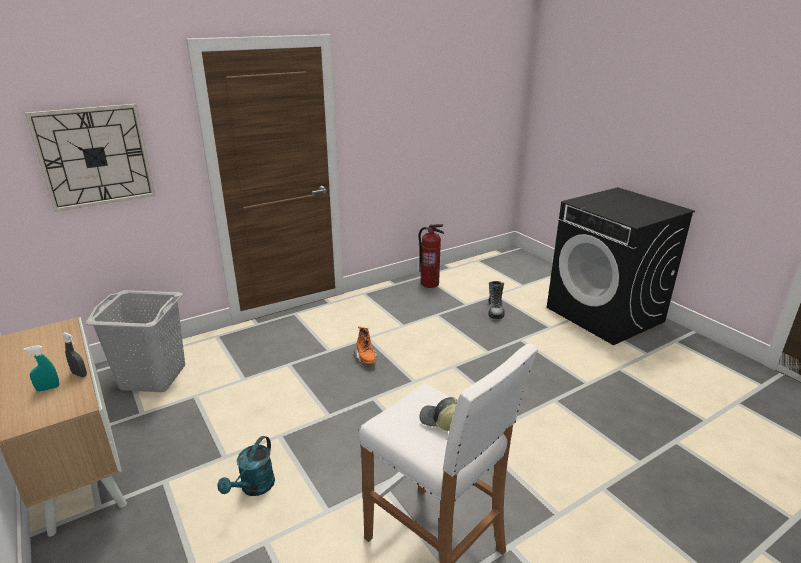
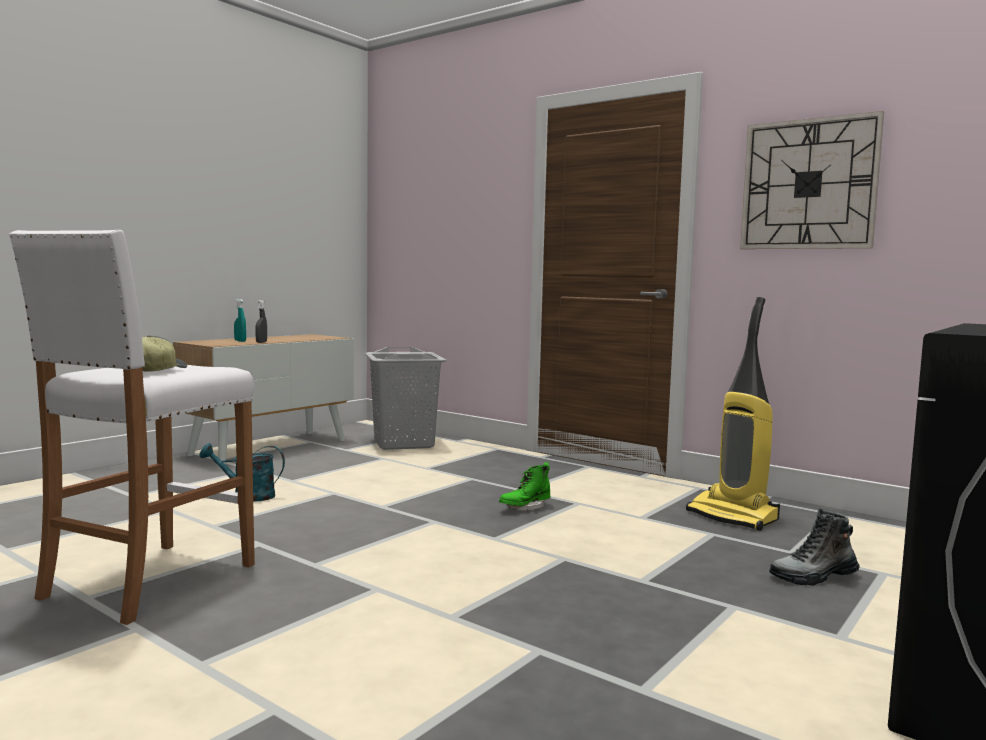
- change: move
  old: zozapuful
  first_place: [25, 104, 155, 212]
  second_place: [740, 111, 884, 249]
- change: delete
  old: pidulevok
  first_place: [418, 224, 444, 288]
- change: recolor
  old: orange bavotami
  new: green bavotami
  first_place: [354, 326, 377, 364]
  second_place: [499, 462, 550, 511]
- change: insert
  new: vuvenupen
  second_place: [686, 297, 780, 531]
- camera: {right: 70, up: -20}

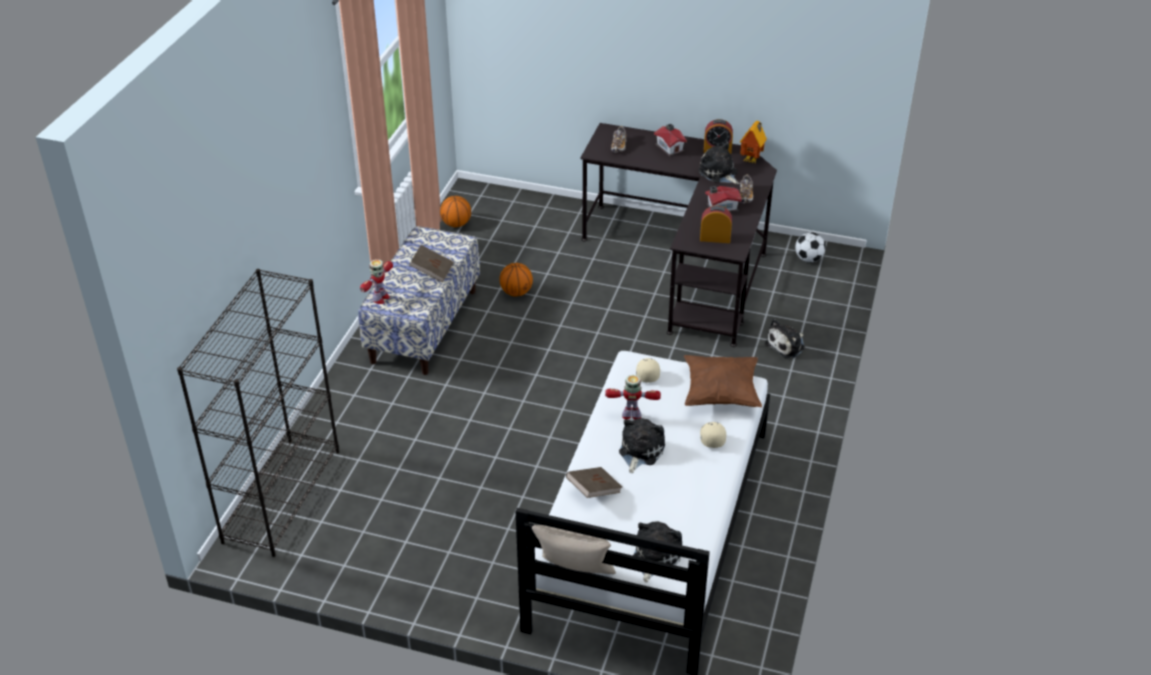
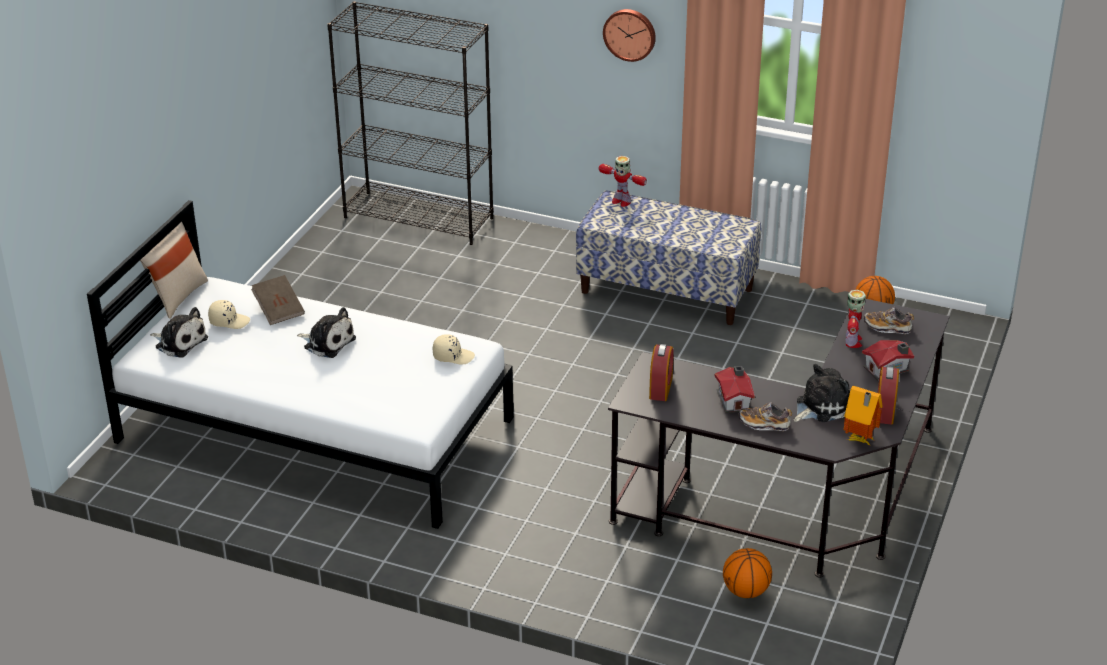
- change: delete
  old: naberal
  first_place: [795, 232, 826, 262]
- change: delete
  old: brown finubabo
  first_place: [410, 245, 454, 283]
- change: move
  old: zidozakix
  first_place: [500, 263, 533, 297]
  second_place: [723, 548, 772, 598]
- change: delete
  old: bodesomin
  first_place: [765, 319, 805, 358]
- change: delete
  old: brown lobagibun
  first_place: [684, 355, 762, 407]
- change: move
  old: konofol
  first_place: [605, 375, 661, 419]
  second_place: [845, 290, 866, 348]
- change: move
  old: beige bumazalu
  first_place: [700, 422, 726, 448]
  second_place: [208, 300, 250, 329]
- change: insert
  new: zozapuful
  second_place: [603, 9, 656, 62]
- camera: {right: 95, up: -5}

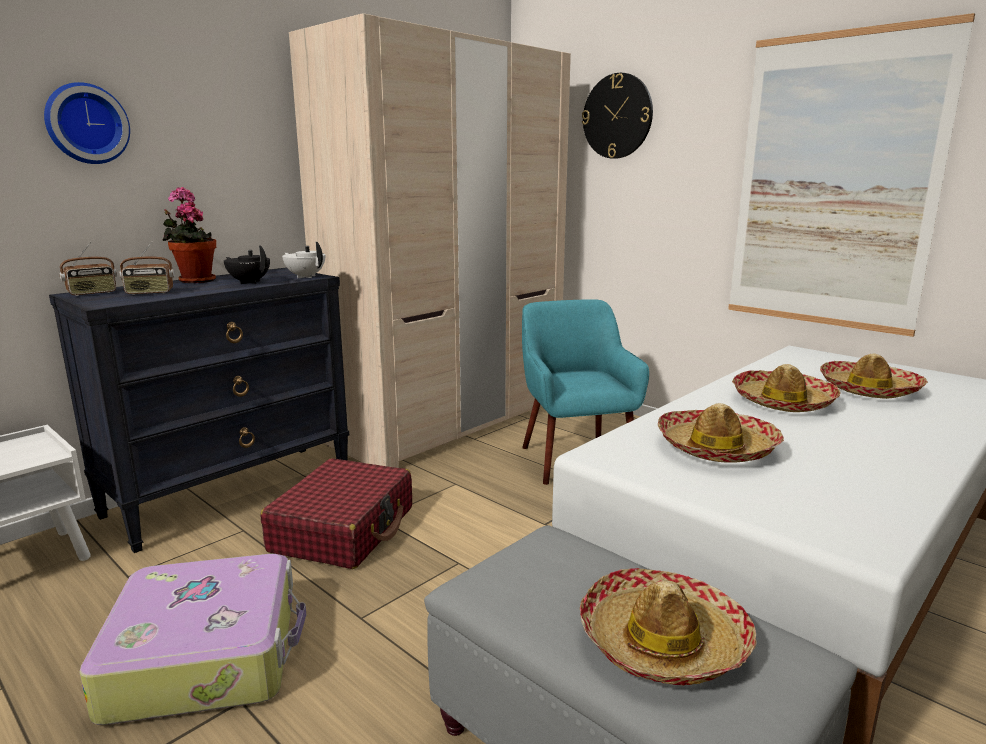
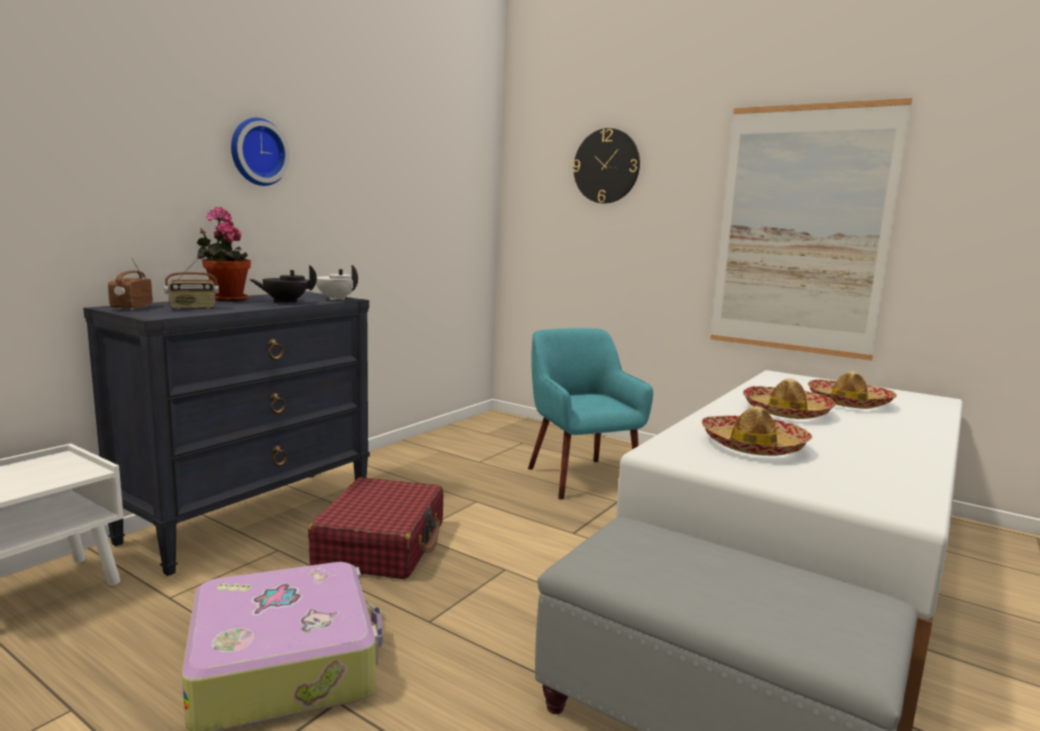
- change: delete
  old: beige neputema
  first_place: [289, 13, 571, 468]
- change: move
  old: zozapuful
  first_place: [44, 82, 130, 164]
  second_place: [231, 118, 290, 186]
- change: rotate
  old: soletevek
  first_place: [60, 242, 117, 296]
  second_place: [108, 257, 153, 310]
  degrees: 135
- change: rotate
  old: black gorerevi
  first_place: [224, 245, 270, 284]
  second_place: [249, 265, 317, 304]
  degrees: -45
- change: delete
  old: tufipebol
  first_place: [580, 568, 757, 686]
- camera: {right: -10, up: -5}

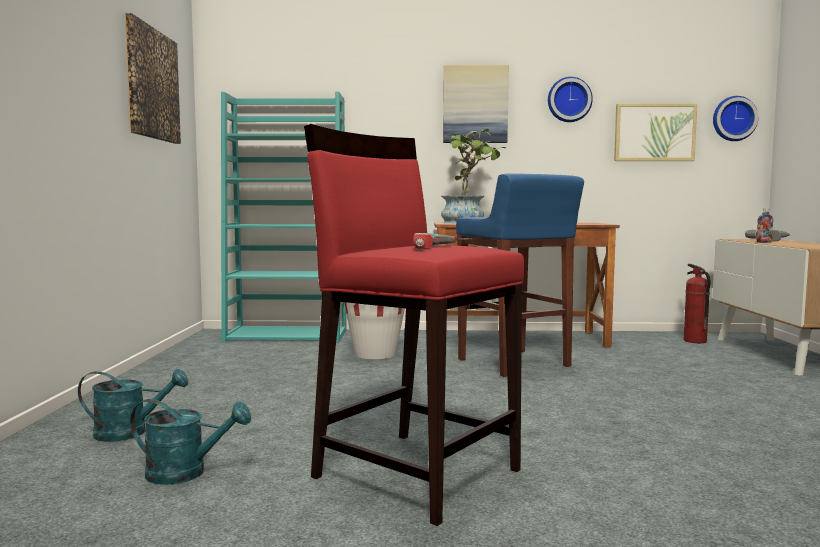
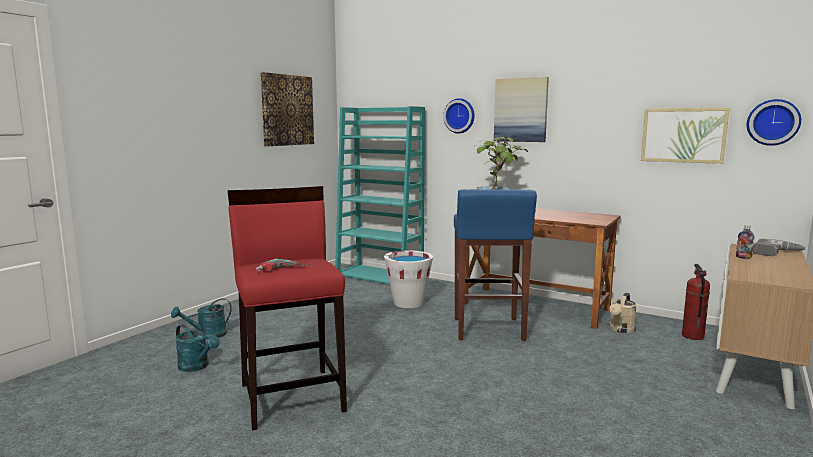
- change: move
  old: zozapuful
  first_place: [548, 77, 593, 122]
  second_place: [443, 98, 475, 134]
- change: rotate
  old: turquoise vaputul
  first_place: [78, 369, 188, 442]
  second_place: [171, 298, 232, 339]
  degrees: 120
- change: insert
  new: beige vaputul
  second_place: [609, 293, 637, 333]
- camera: {right: 30, up: 5}

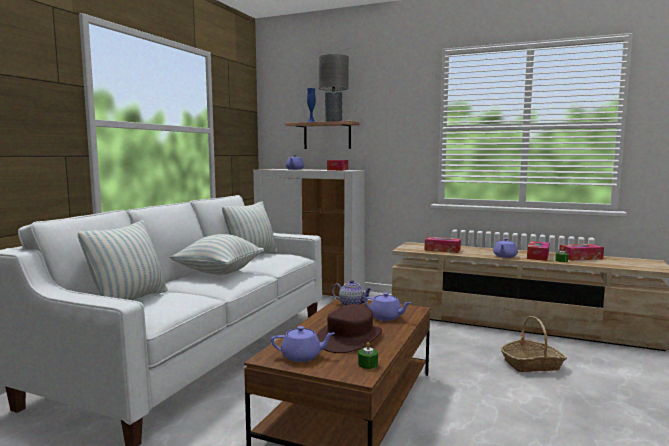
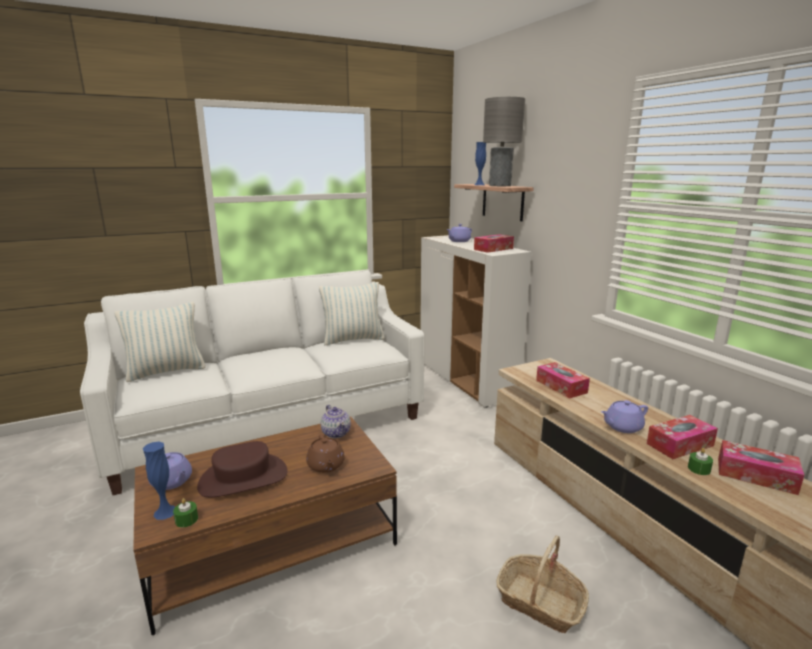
- change: delete
  old: lobagibun
  first_place: [170, 234, 264, 275]
- change: recolor
  old: purple gorerevi
  new: brown gorerevi
  first_place: [364, 293, 411, 321]
  second_place: [306, 434, 345, 473]
- change: insert
  new: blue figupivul
  second_place: [143, 442, 175, 520]
- camera: {right: 40, up: 10}

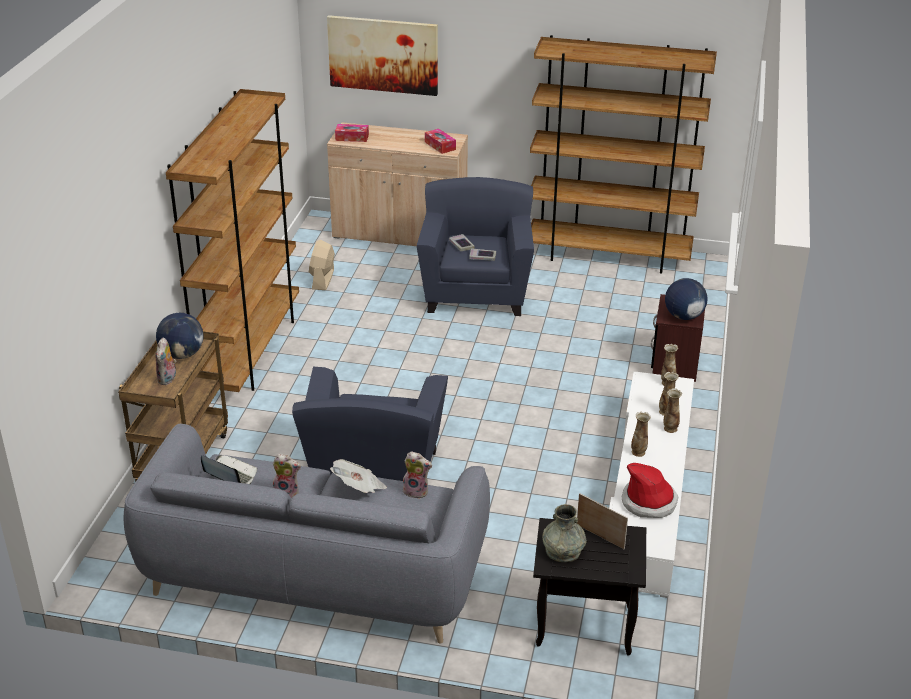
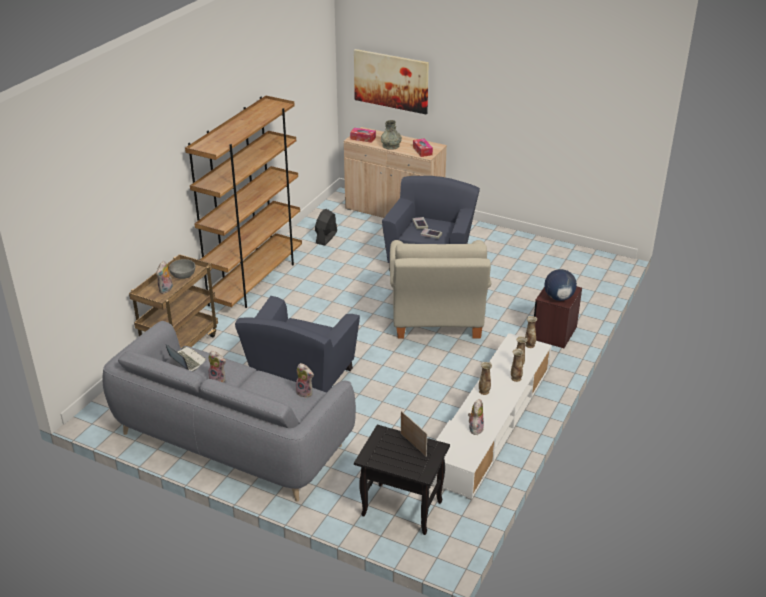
- change: delete
  old: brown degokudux
  first_place: [530, 35, 717, 274]
- change: recolor
  old: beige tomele
  new: black tomele
  first_place: [309, 240, 335, 290]
  second_place: [315, 209, 337, 245]
- change: replace
  old: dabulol
  new: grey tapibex
  first_place: [156, 313, 204, 359]
  second_place: [169, 259, 195, 279]
- change: delete
  old: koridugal
  first_place: [330, 459, 387, 493]
- change: replace
  old: tufipebol
  new: bodesomin
  first_place: [622, 463, 678, 518]
  second_place: [468, 399, 484, 435]
- change: move
  old: grey figupivul
  first_place: [542, 504, 587, 562]
  second_place: [381, 120, 402, 150]
- change: insert
  new: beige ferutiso
  second_place: [390, 240, 491, 338]
- camera: {right: 15, up: 0}

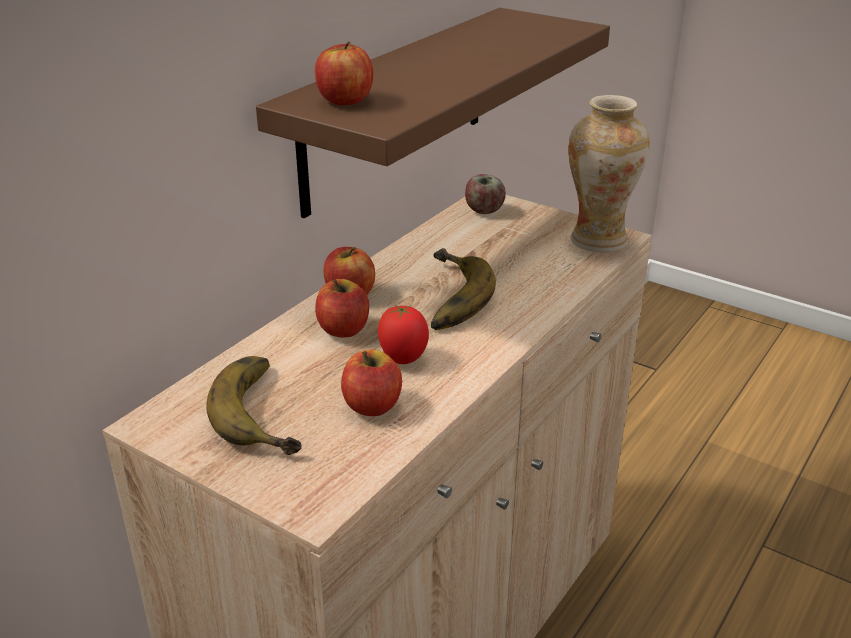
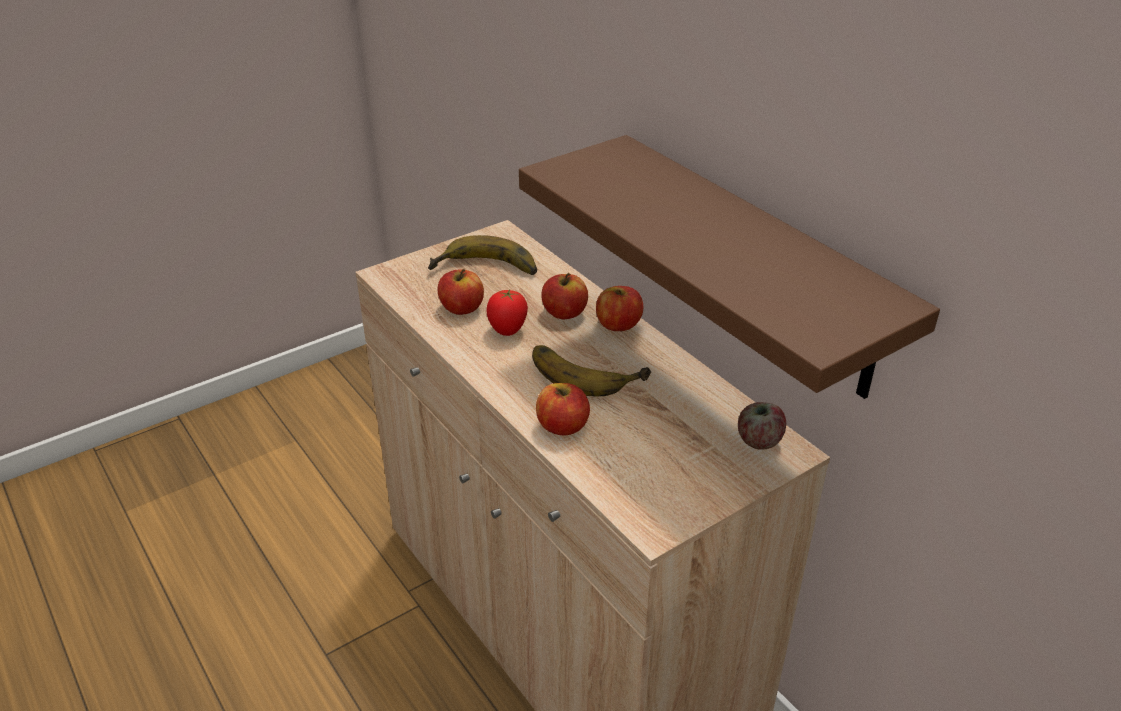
- change: move
  old: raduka
  first_place: [315, 42, 373, 105]
  second_place: [536, 383, 590, 435]
- change: delete
  old: figupivul
  first_place: [568, 95, 650, 252]
- camera: {right: 110, up: 5}

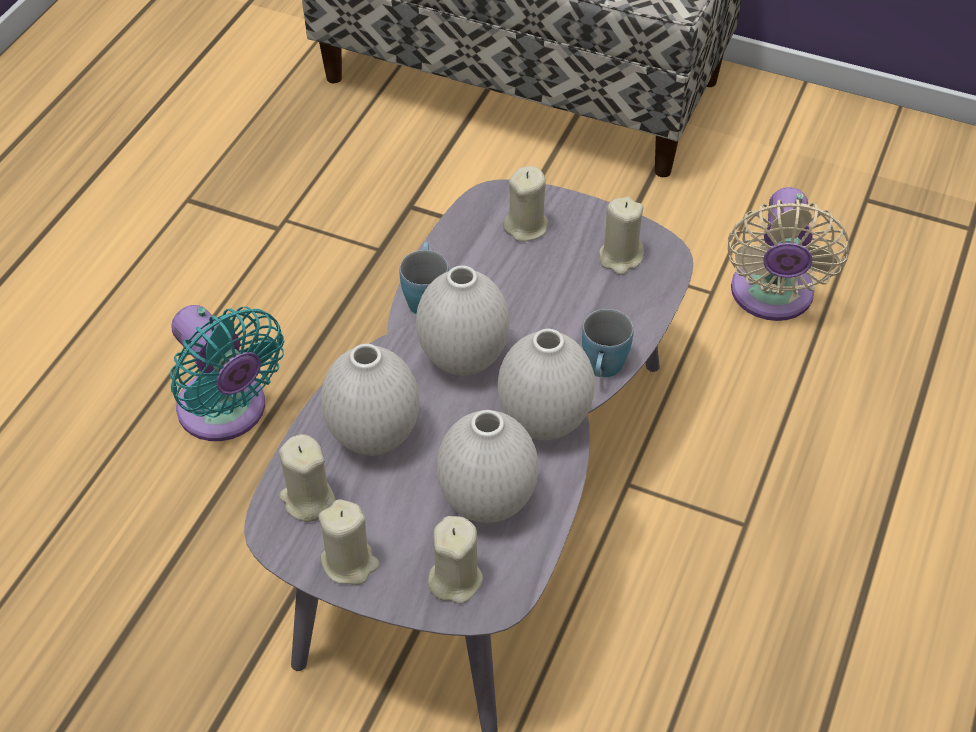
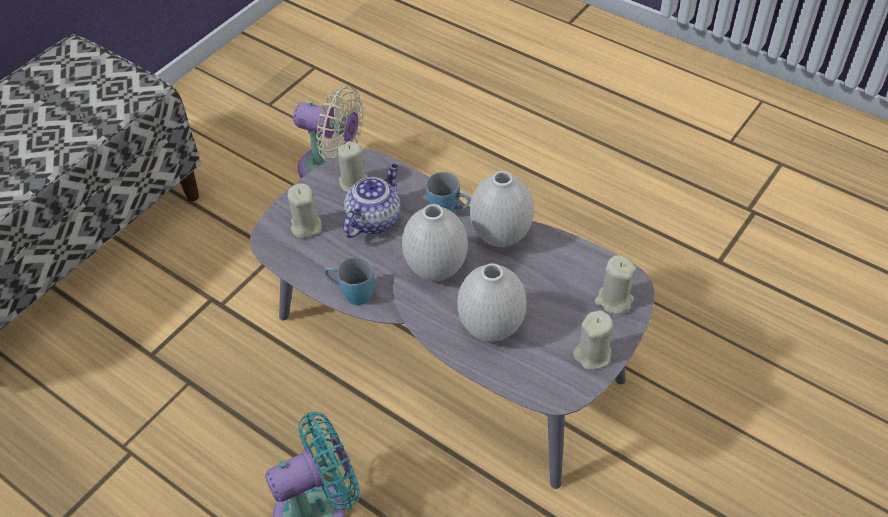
- change: delete
  old: white figupivul
  first_place: [437, 410, 538, 523]
- change: delete
  old: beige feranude
  first_place: [279, 434, 336, 522]
- change: insert
  new: gorerevi
  second_place: [343, 164, 401, 238]
- camera: {right: -75, up: 0}

